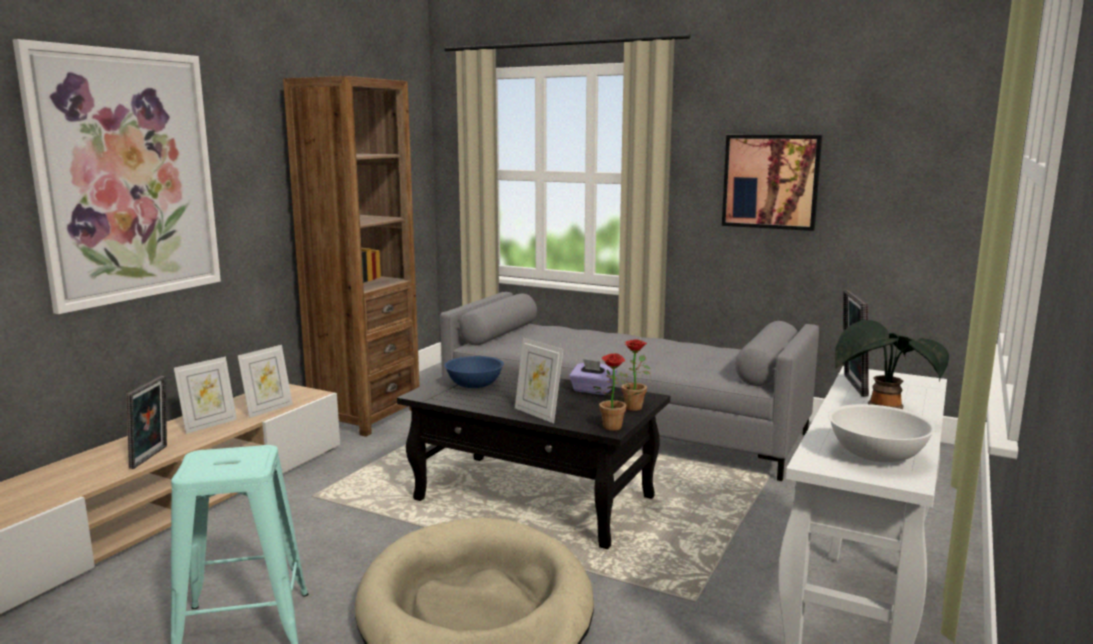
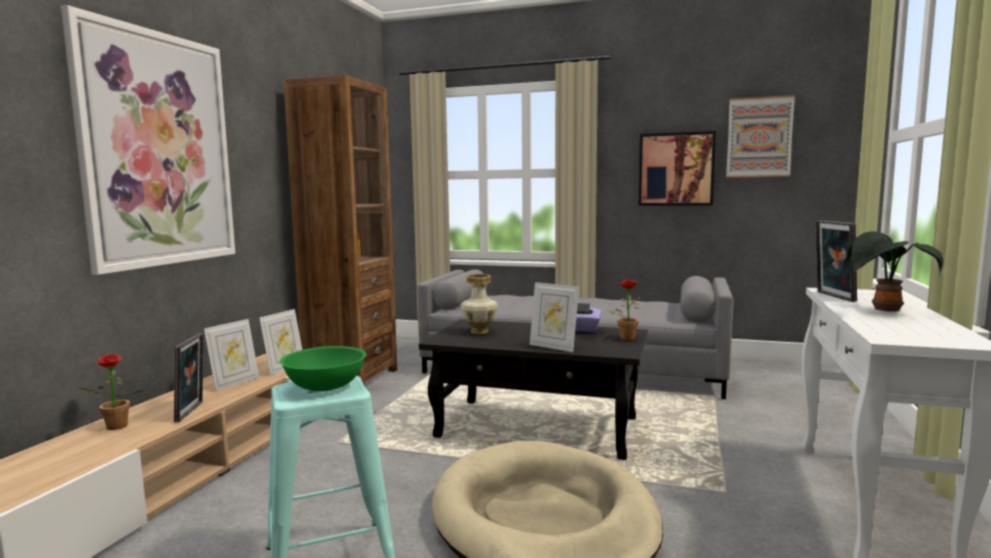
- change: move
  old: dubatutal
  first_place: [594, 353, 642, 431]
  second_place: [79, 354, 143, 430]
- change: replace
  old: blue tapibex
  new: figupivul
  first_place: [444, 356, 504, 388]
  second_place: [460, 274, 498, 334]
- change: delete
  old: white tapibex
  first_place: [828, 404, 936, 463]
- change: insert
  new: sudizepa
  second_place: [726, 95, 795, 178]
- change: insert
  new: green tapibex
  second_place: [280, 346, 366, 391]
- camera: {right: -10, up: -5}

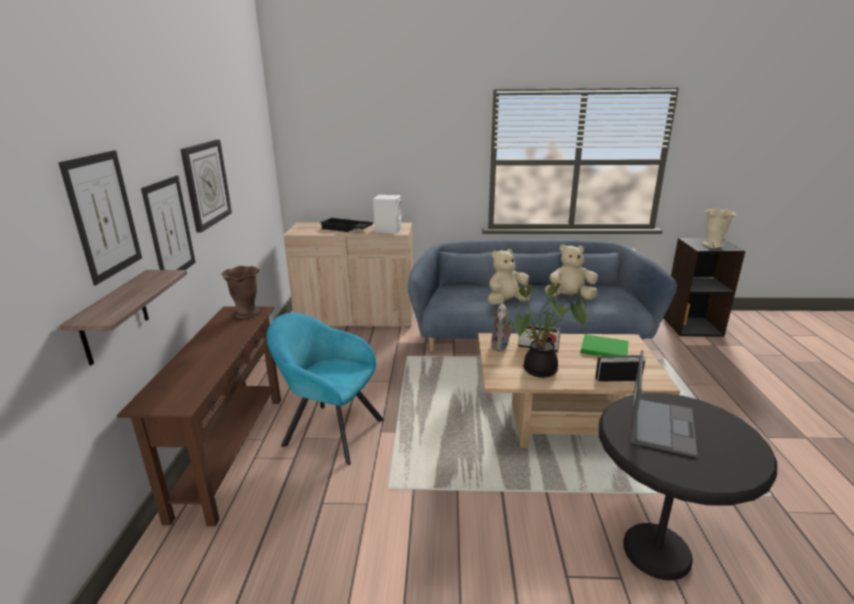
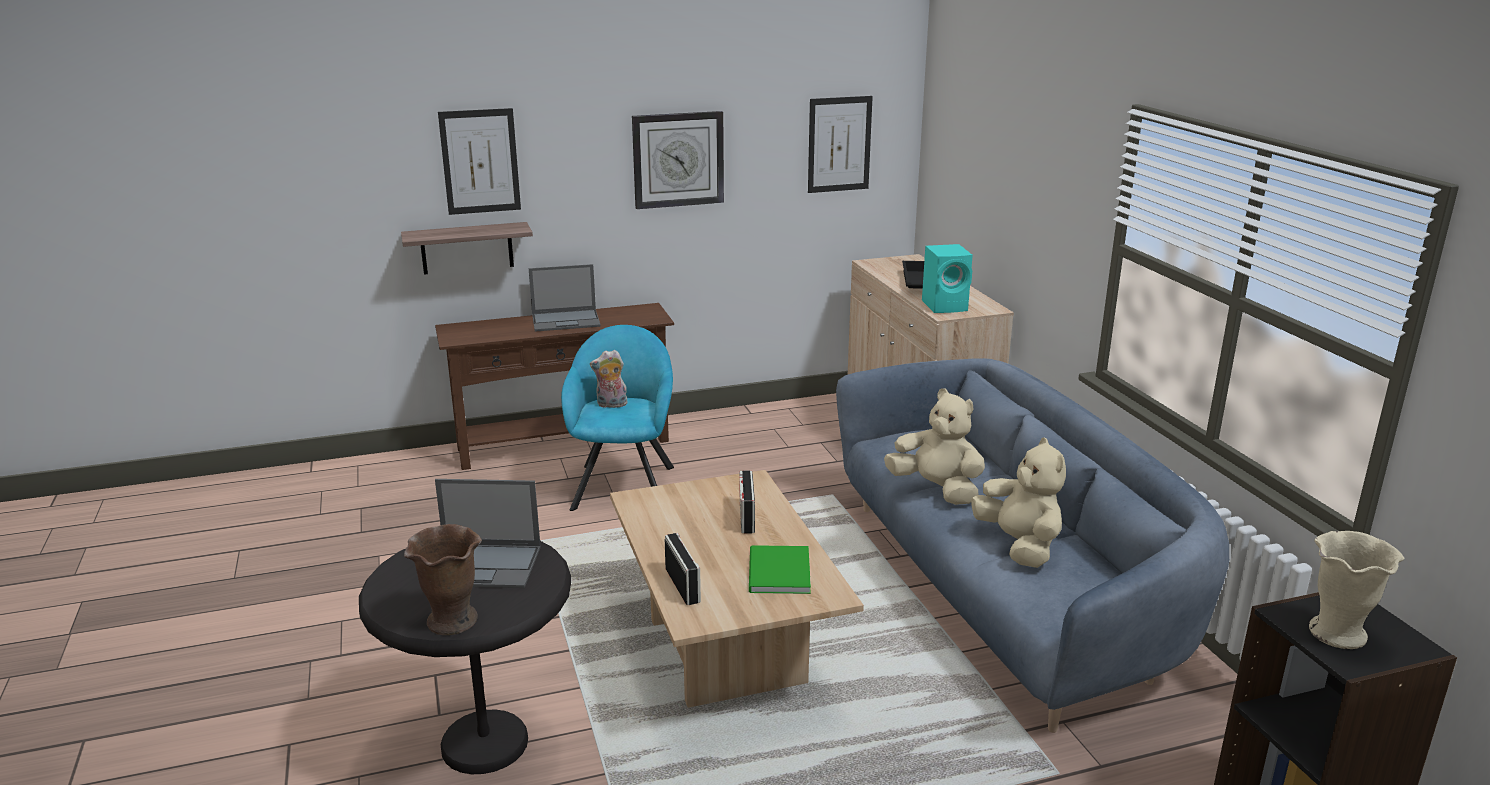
- change: move
  old: sudizepa
  first_place: [141, 175, 196, 270]
  second_place: [808, 96, 873, 193]
- change: recolor
  old: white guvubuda
  new: turquoise guvubuda
  first_place: [373, 195, 403, 234]
  second_place: [922, 244, 973, 313]
- change: move
  old: brown figupivul
  first_place: [221, 266, 260, 319]
  second_place: [404, 524, 482, 635]
- change: delete
  old: dubatutal
  first_place: [505, 283, 587, 378]
- change: move
  old: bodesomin
  first_place: [491, 303, 513, 351]
  second_place: [590, 350, 628, 408]
- change: insert
  new: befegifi
  second_place: [529, 264, 601, 331]
- camera: {right: 70, up: 0}

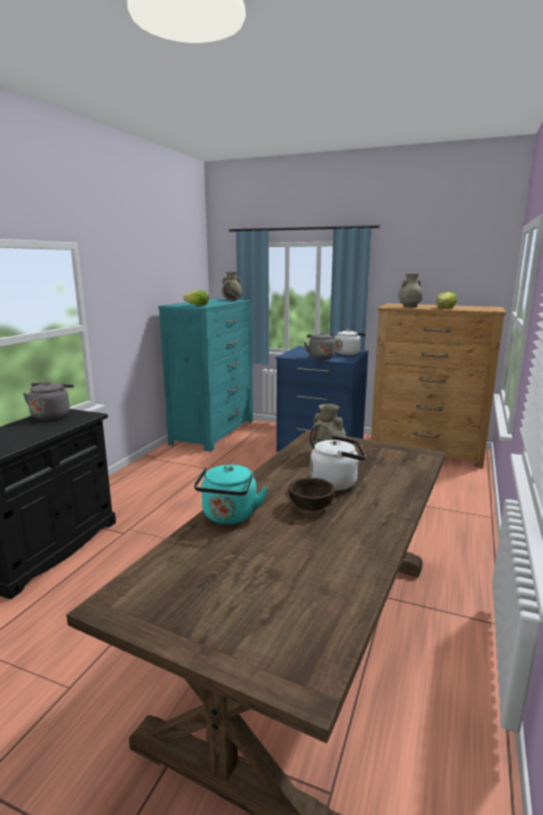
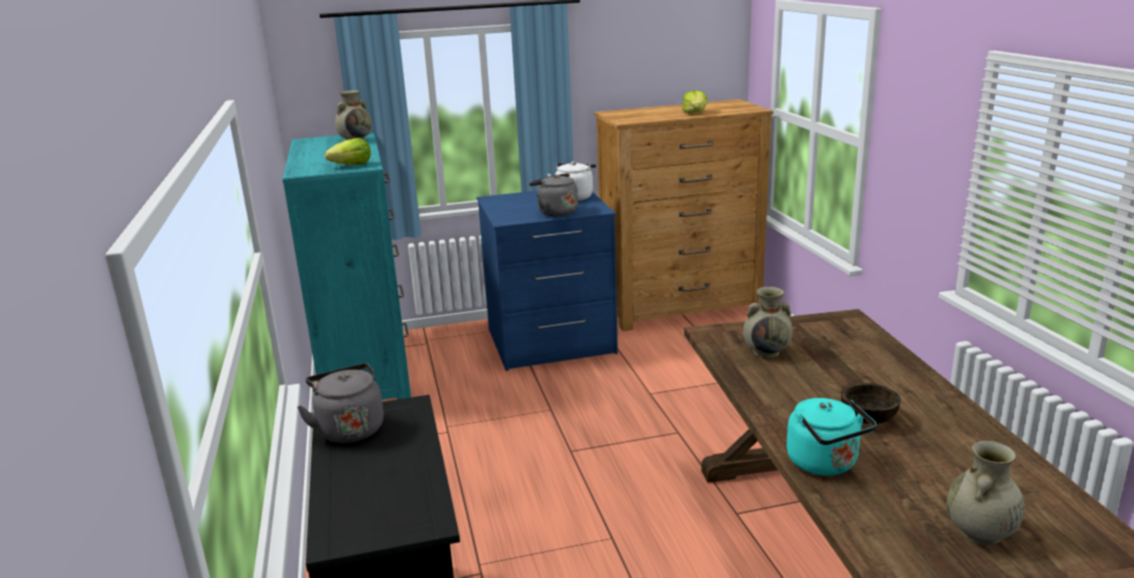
- change: move
  old: beige figupivul
  first_place: [399, 274, 423, 308]
  second_place: [946, 441, 1025, 546]
- change: delete
  old: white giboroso
  first_place: [310, 436, 366, 491]
- camera: {right: -35, up: 5}

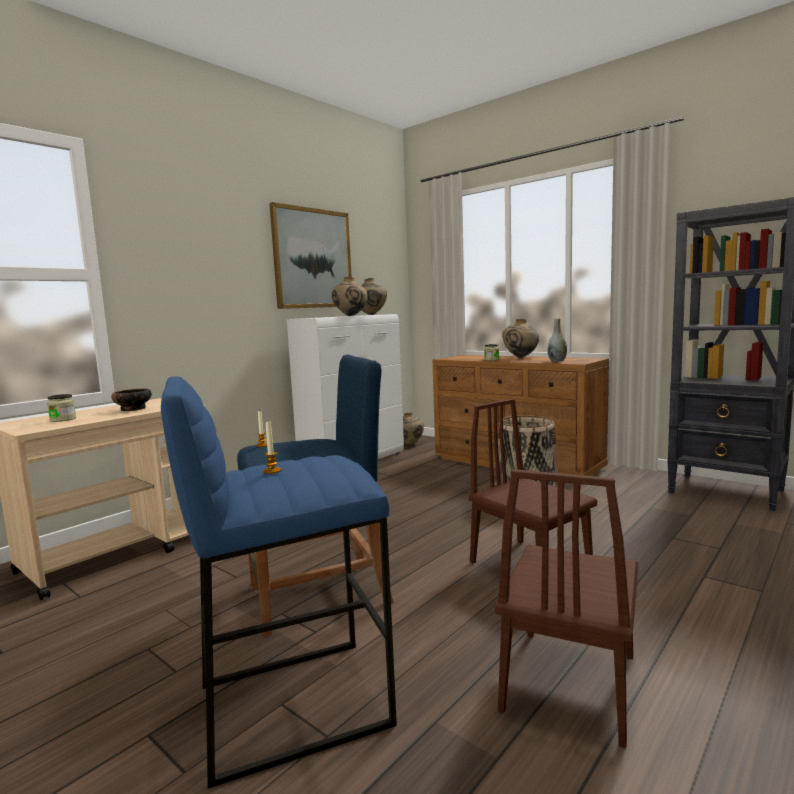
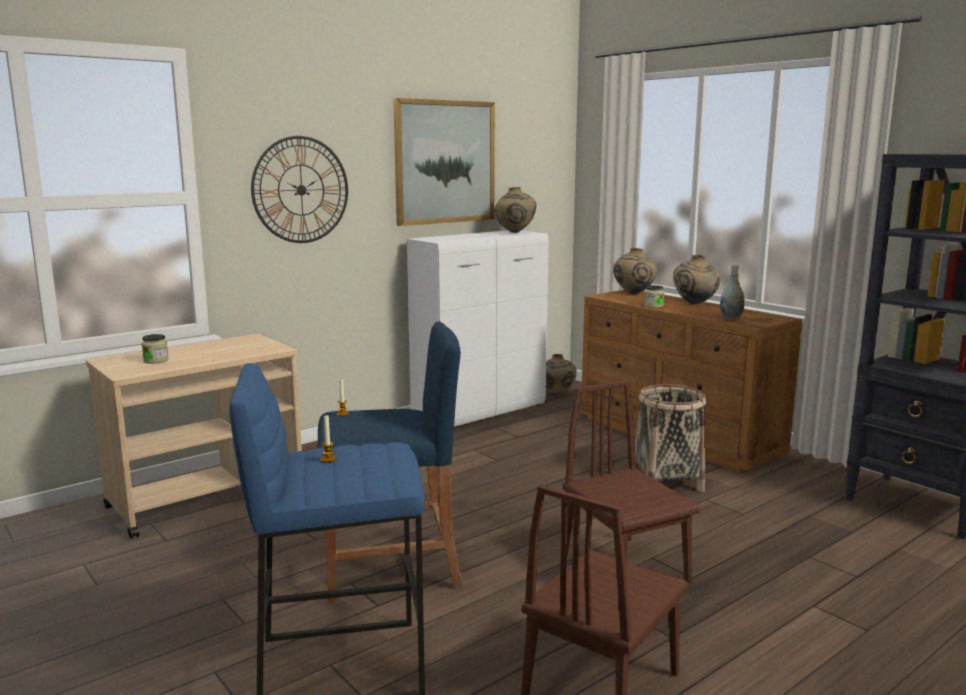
- change: move
  old: beige figupivul
  first_place: [332, 277, 368, 316]
  second_place: [613, 248, 657, 294]
- change: delete
  old: tapibex
  first_place: [112, 389, 152, 411]
- change: insert
  new: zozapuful
  second_place: [251, 136, 348, 243]
- camera: {right: 10, up: 5}

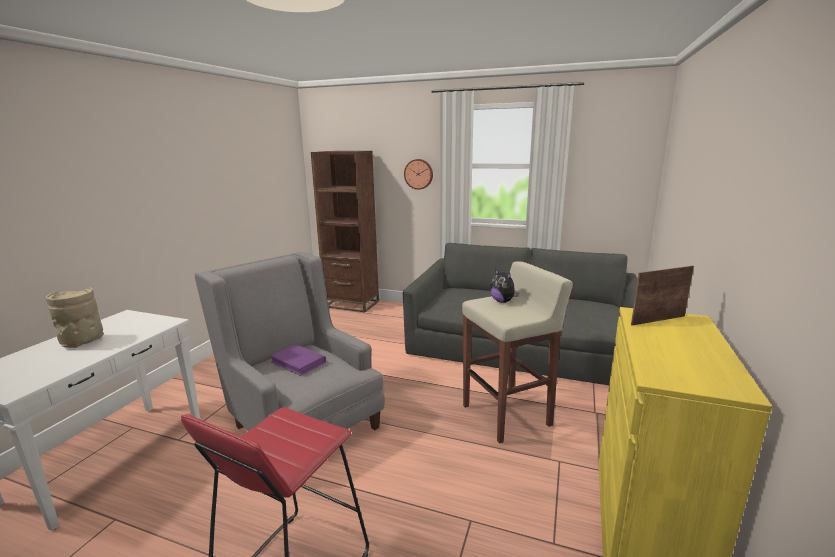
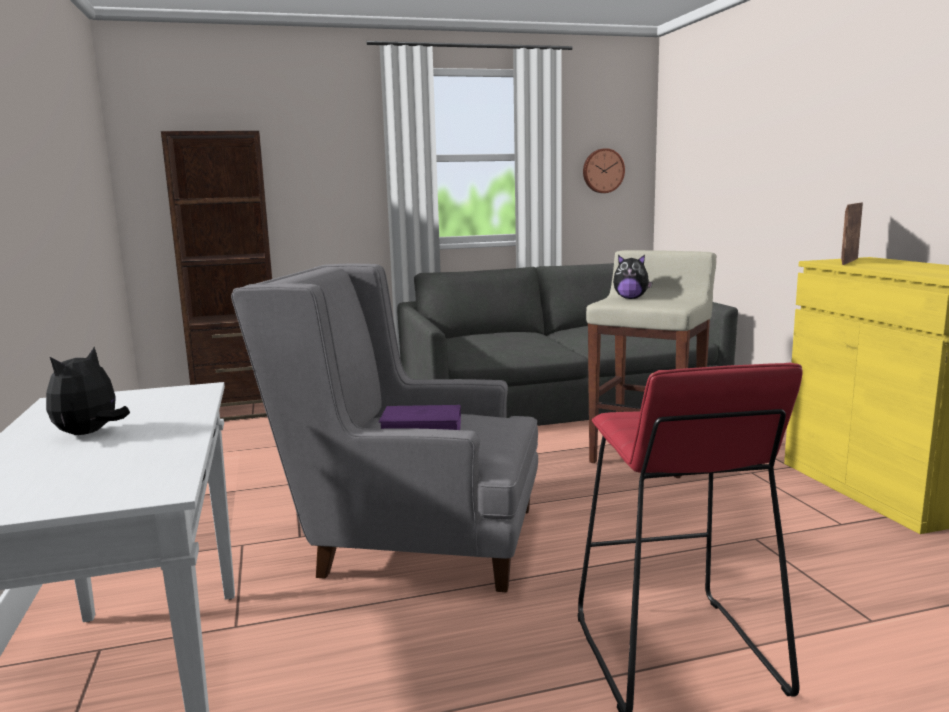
- change: move
  old: zozapuful
  first_place: [404, 159, 433, 190]
  second_place: [583, 148, 625, 193]
- change: replace
  old: beige figupivul
  new: bodesomin
  first_place: [46, 288, 104, 348]
  second_place: [46, 347, 130, 435]
- camera: {right: -35, up: -5}

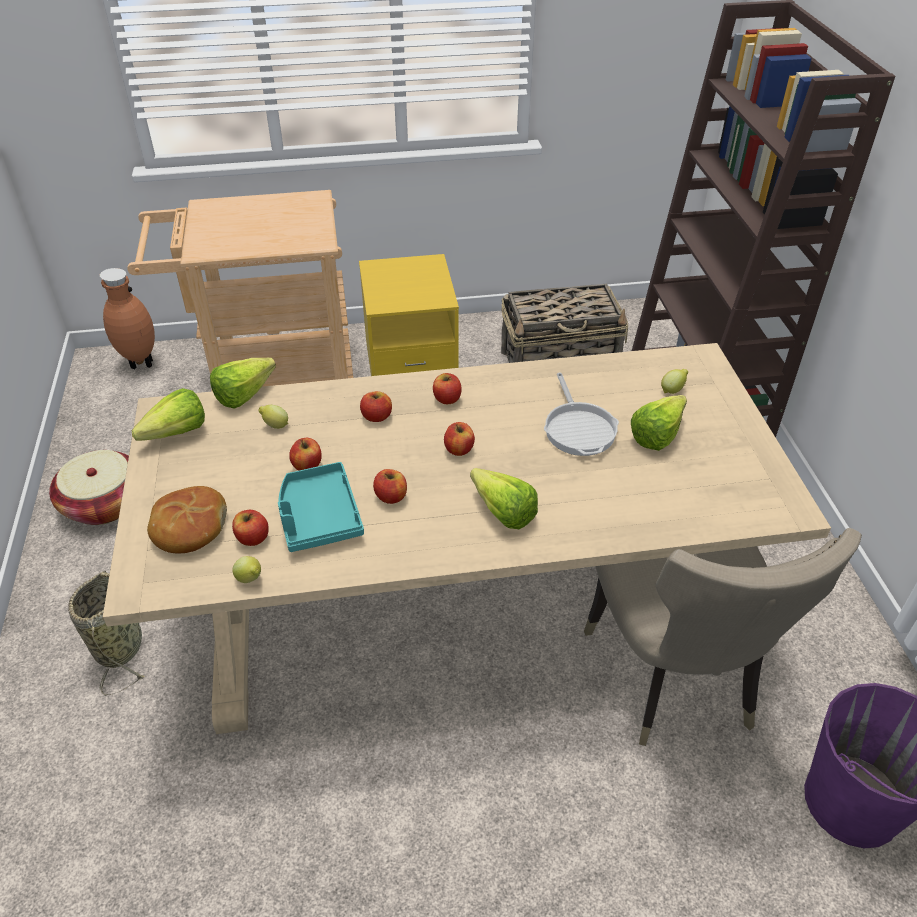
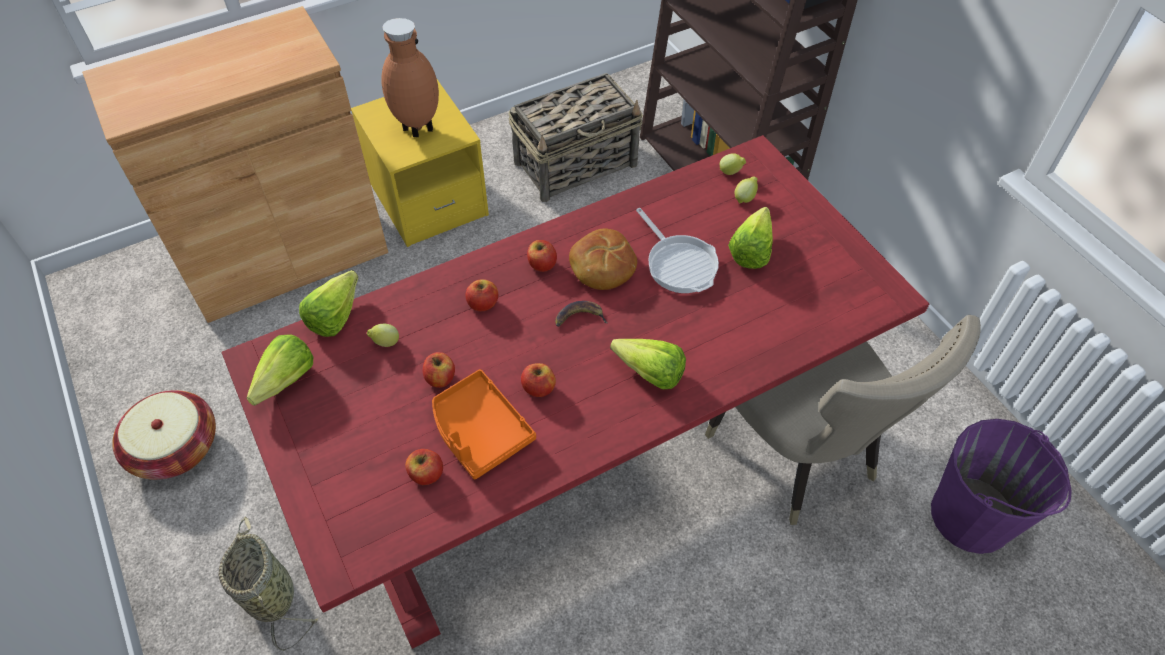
- change: replace
  old: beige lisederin
  new: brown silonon
  first_place: [127, 190, 353, 392]
  second_place: [82, 6, 388, 323]
- change: move
  old: brown figupivul
  first_place: [100, 268, 155, 369]
  second_place: [382, 18, 439, 137]
- change: recolor
  old: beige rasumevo
  new: red rasumevo
  first_place: [103, 343, 831, 734]
  second_place: [221, 135, 929, 649]
- change: replace
  old: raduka
  new: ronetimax
  first_place: [444, 422, 475, 456]
  second_place: [555, 301, 607, 327]
- change: recolor
  old: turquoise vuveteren
  new: orange vuveteren
  first_place: [278, 462, 364, 552]
  second_place: [432, 369, 536, 479]
- change: move
  old: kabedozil
  first_place: [147, 486, 227, 553]
  second_place: [569, 229, 637, 290]
- change: move
  old: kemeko
  first_place: [232, 556, 261, 583]
  second_place: [720, 153, 746, 175]
- camera: {right: -20, up: 10}

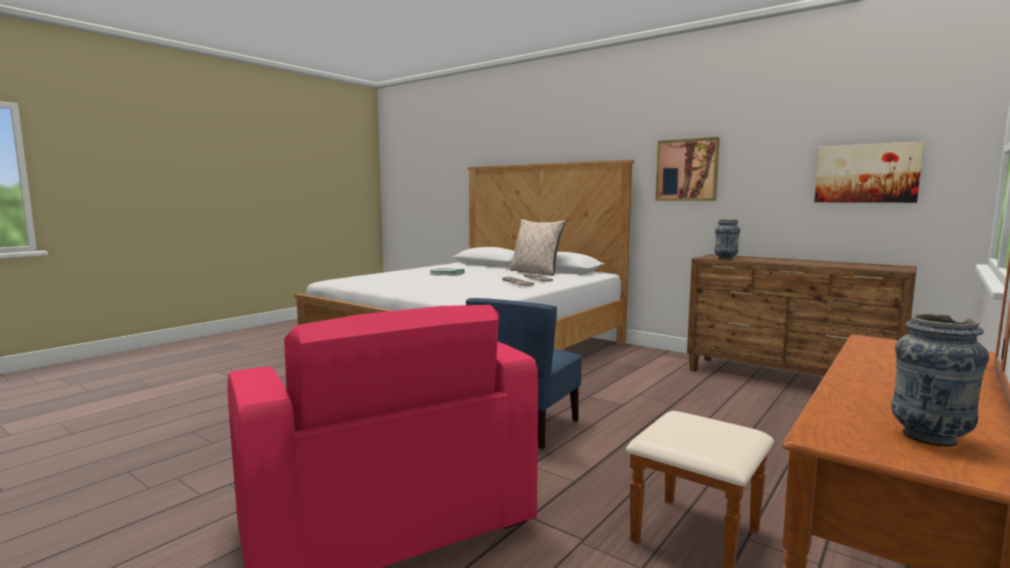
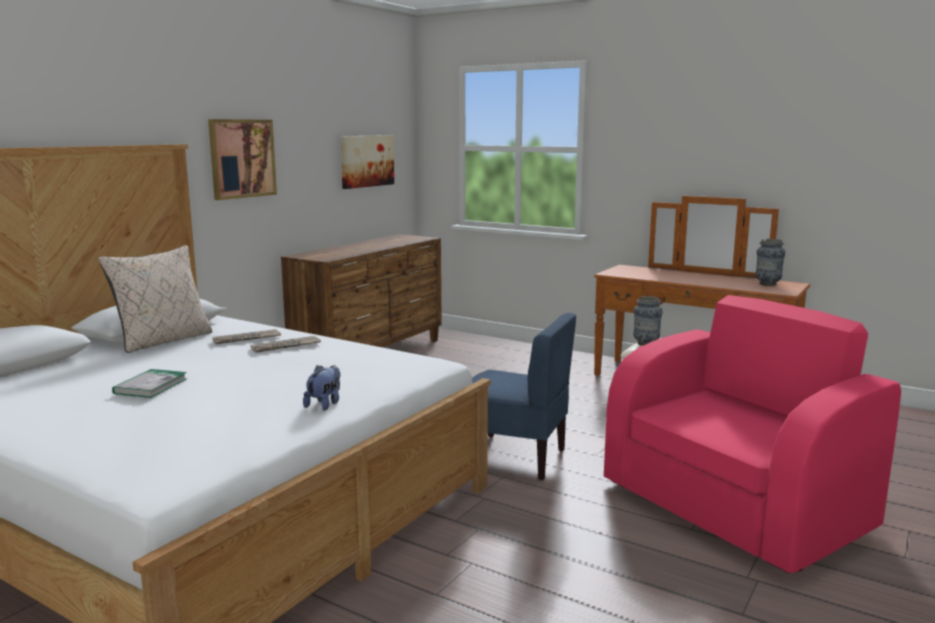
- change: move
  old: figupivul
  first_place: [715, 219, 740, 260]
  second_place: [633, 296, 663, 346]
- change: insert
  new: bodesomin
  second_place: [303, 365, 340, 411]
- camera: {right: -95, up: 5}

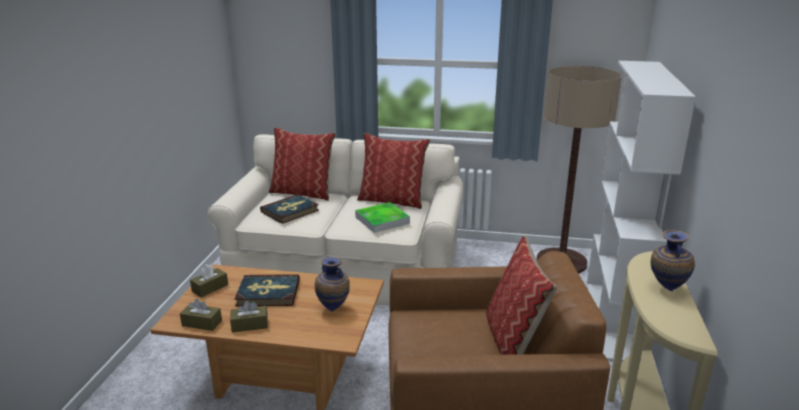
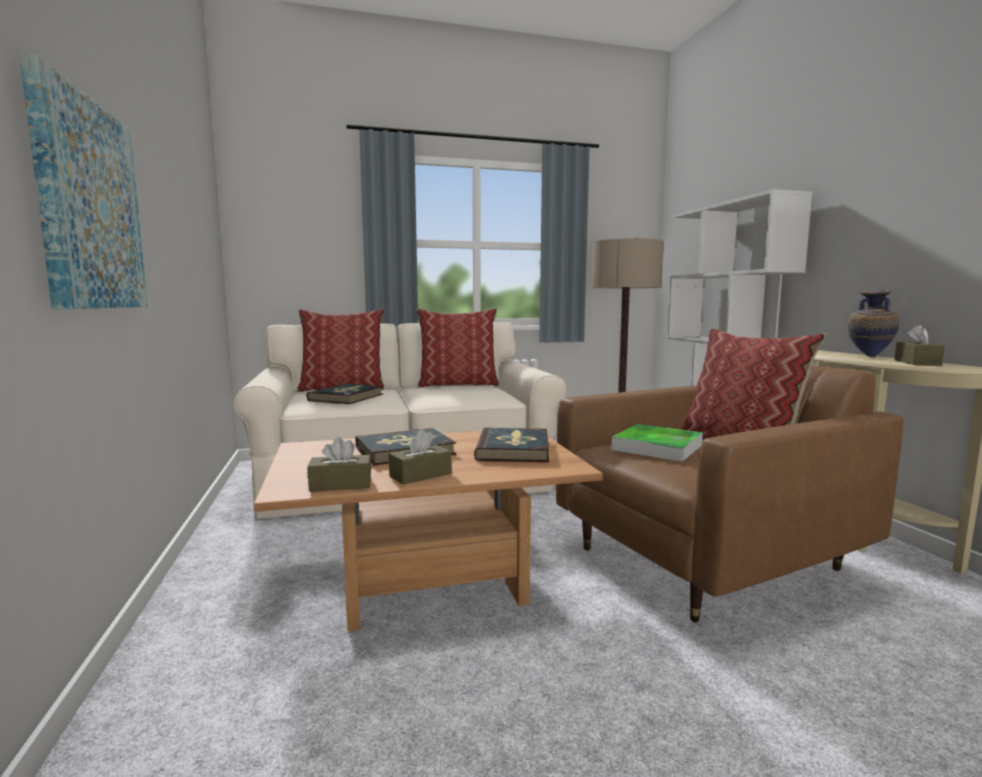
- change: move
  old: vuveteren
  first_place: [355, 202, 410, 233]
  second_place: [611, 424, 703, 462]
- change: replace
  old: figupivul
  new: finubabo
  first_place: [315, 257, 350, 312]
  second_place: [474, 428, 549, 462]
- change: move
  old: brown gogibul
  first_place: [190, 264, 228, 298]
  second_place: [894, 324, 945, 366]
- change: insert
  new: sudizepa
  second_place: [19, 54, 148, 309]
- camera: {right: -25, up: -15}

